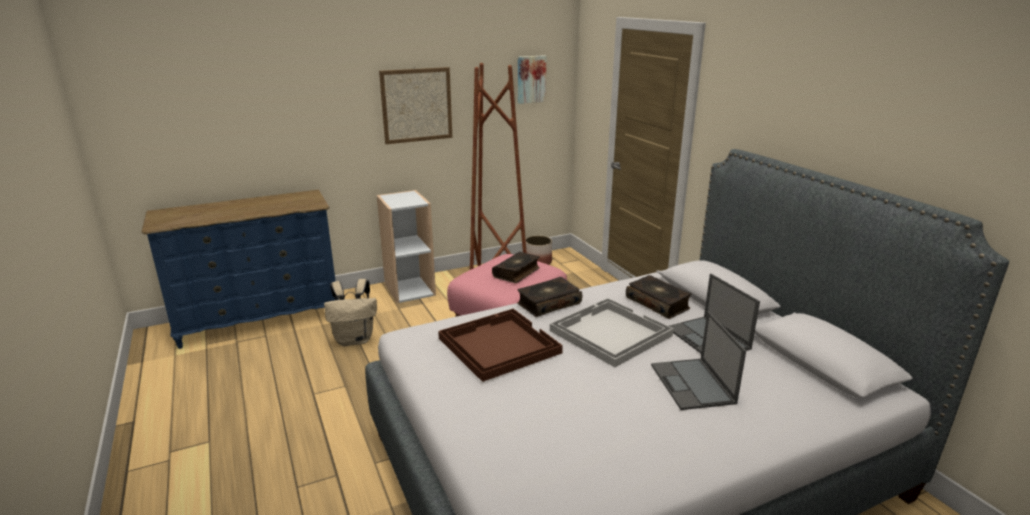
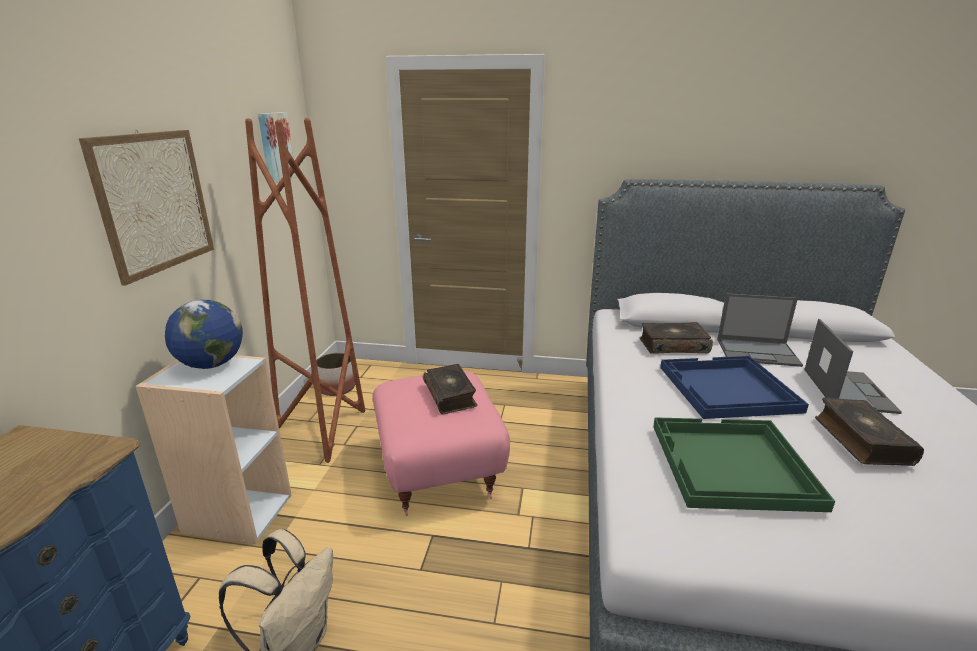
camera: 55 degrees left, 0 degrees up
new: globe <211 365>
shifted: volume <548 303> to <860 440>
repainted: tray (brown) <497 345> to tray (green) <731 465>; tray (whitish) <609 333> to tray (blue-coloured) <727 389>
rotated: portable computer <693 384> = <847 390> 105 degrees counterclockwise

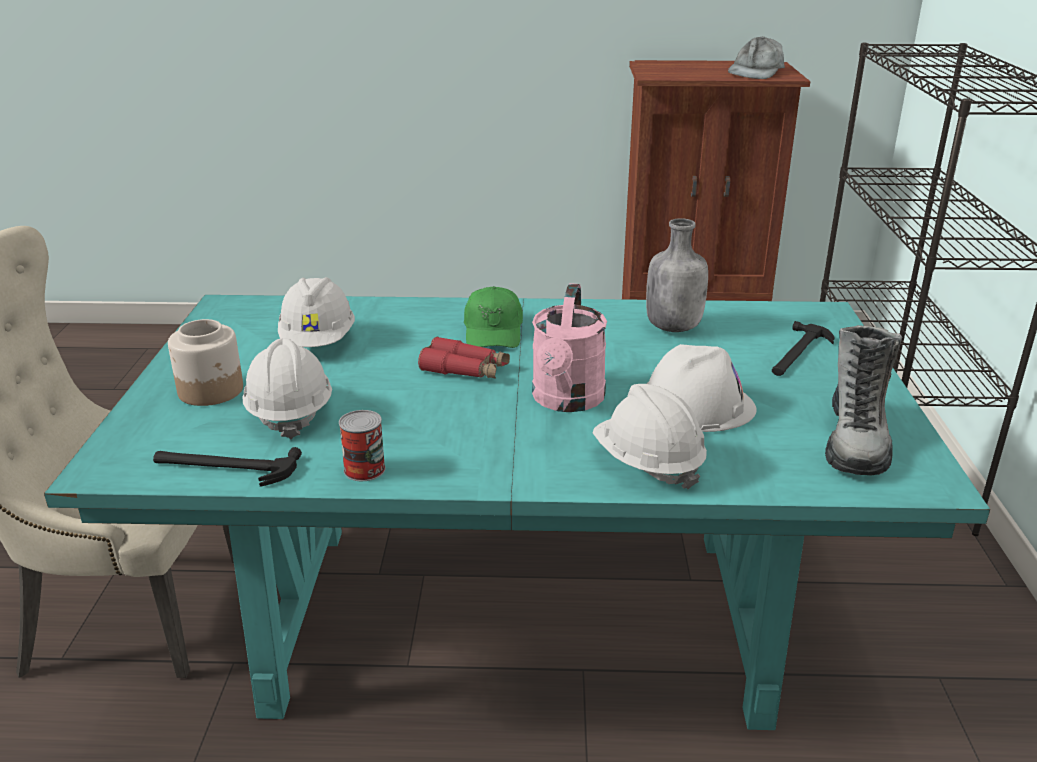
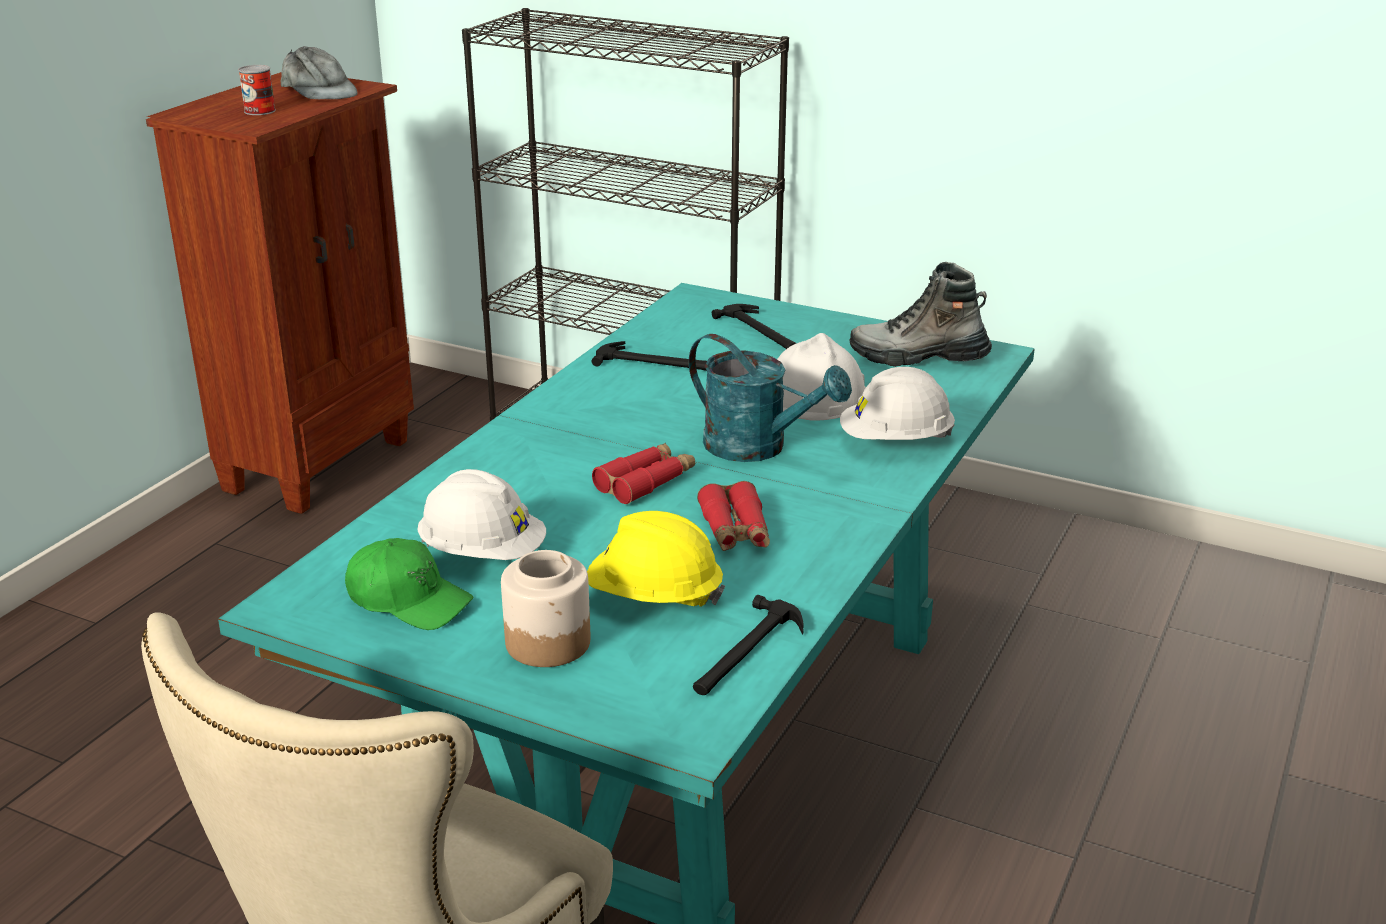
camera: 65 degrees left, 0 degrees up
new: binoculars (reddish) <735 530>
shifted: metal can <364 469> to <260 111>; peaked cap (green) <493 332> to <408 600>
swapped: beverage bottle (greyish) <674 327> to tool hammer <655 363>
repainted: safety helmet (whitish) <290 413> to safety helmet (yellowish) <654 597>; sprinkling can (pink) <567 401> to sprinkling can (turquoise-coloured) <758 448>
rotated: tall boot <855 440> = <918 357> 150 degrees clockwise

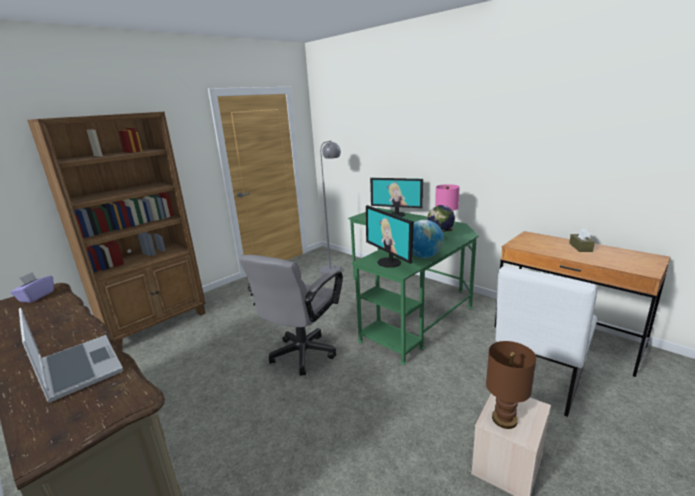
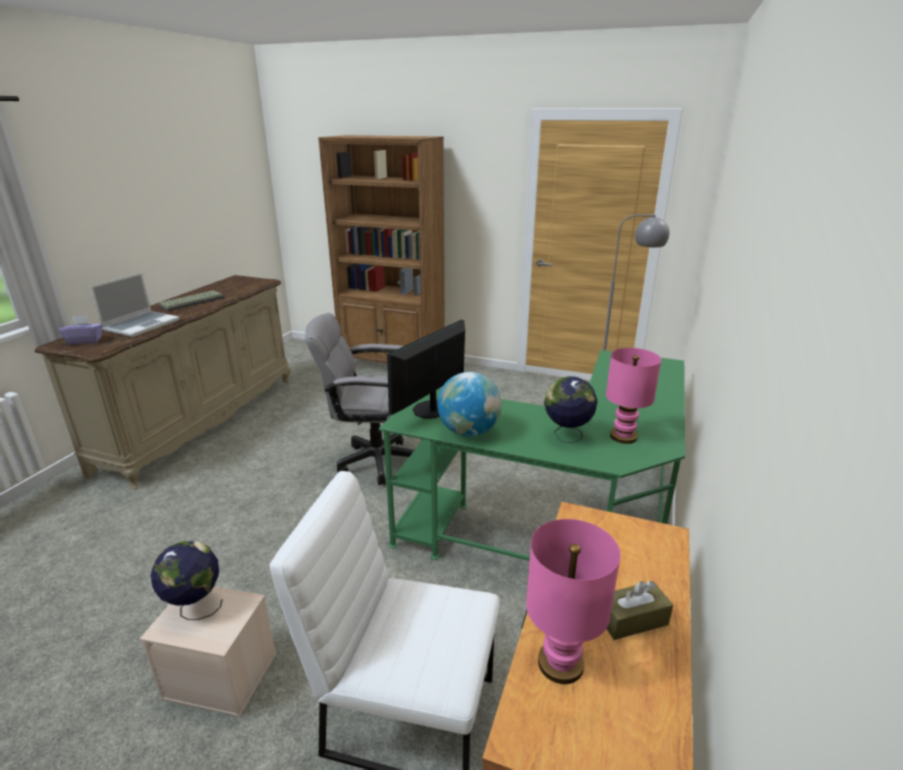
camera: 65 degrees right, 5 degrees up
gone: computer screen <396 214>
new: PC keyboard <192 301>; table lamp (pink) <561 664>
shifted: box of tissues (purple-coloured) <36 296> to <85 341>
swapped: table lamp (brown) <505 420> to globe <195 607>

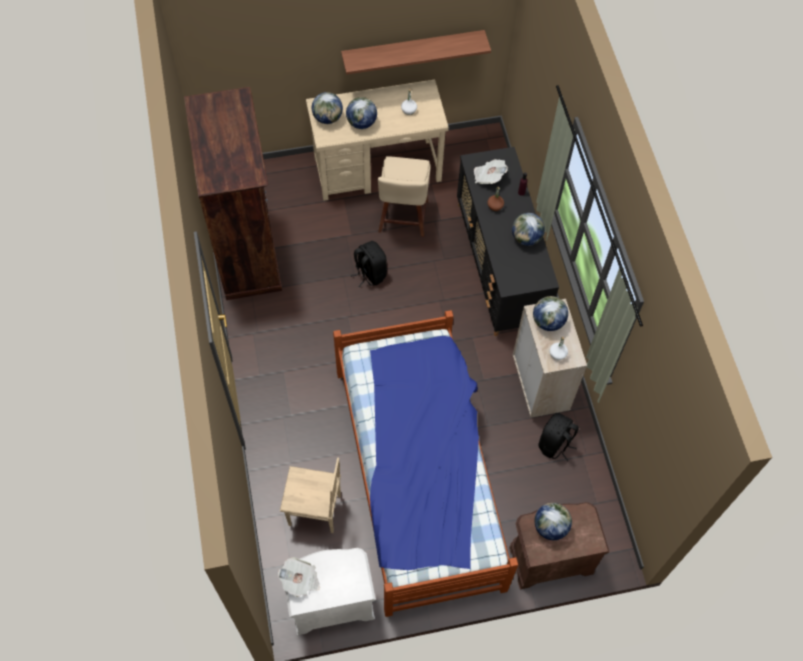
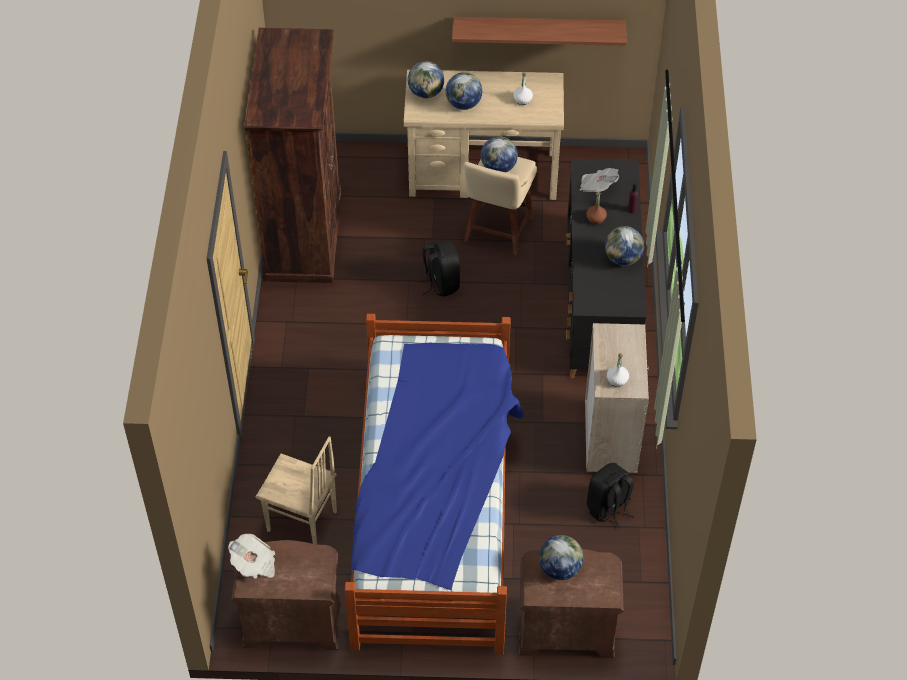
camera: 15 degrees right, 10 degrees down
shifted: globe <548 322> to <498 168>
repainted: nightstand (whitish) <330 600> to nightstand (brown) <292 619>

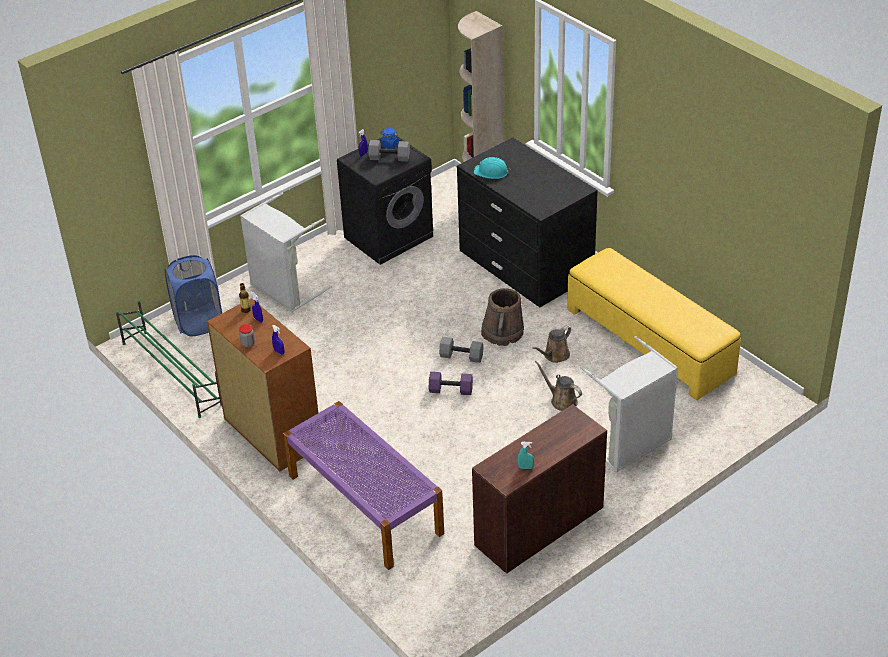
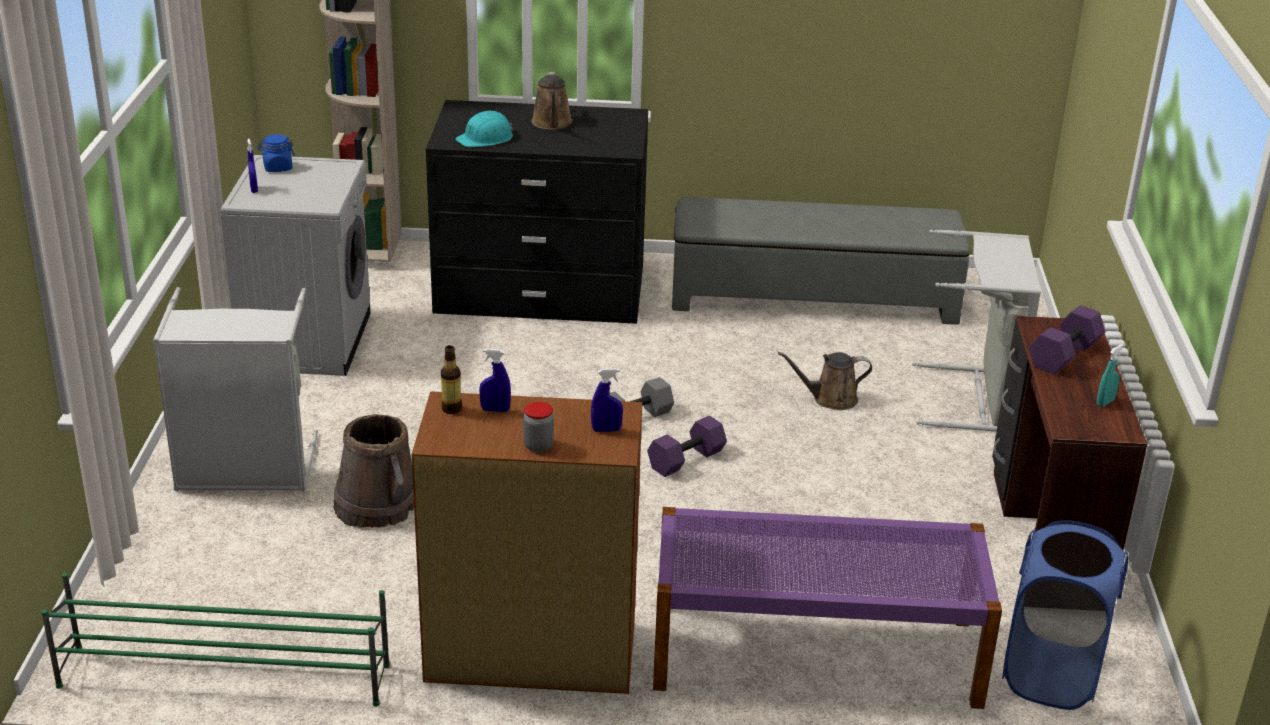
camera: 50 degrees left, 10 degrees down
gone: dumbbell (greyish) <390 157>
new: dumbbell (purple-coloured) <1063 354>
shifted: washing basket (blue-coloured) <198 322> to <1051 675>; bucket (brown) <502 332> to <376 505>; sprinkling can (brown) <555 356> to <552 123>
repainted: laundry appliance (black-coloured) <390 238> to laundry appliance (whitish) <310 341>; bench (yellowish) <650 341> to bench (greyish) <814 296>

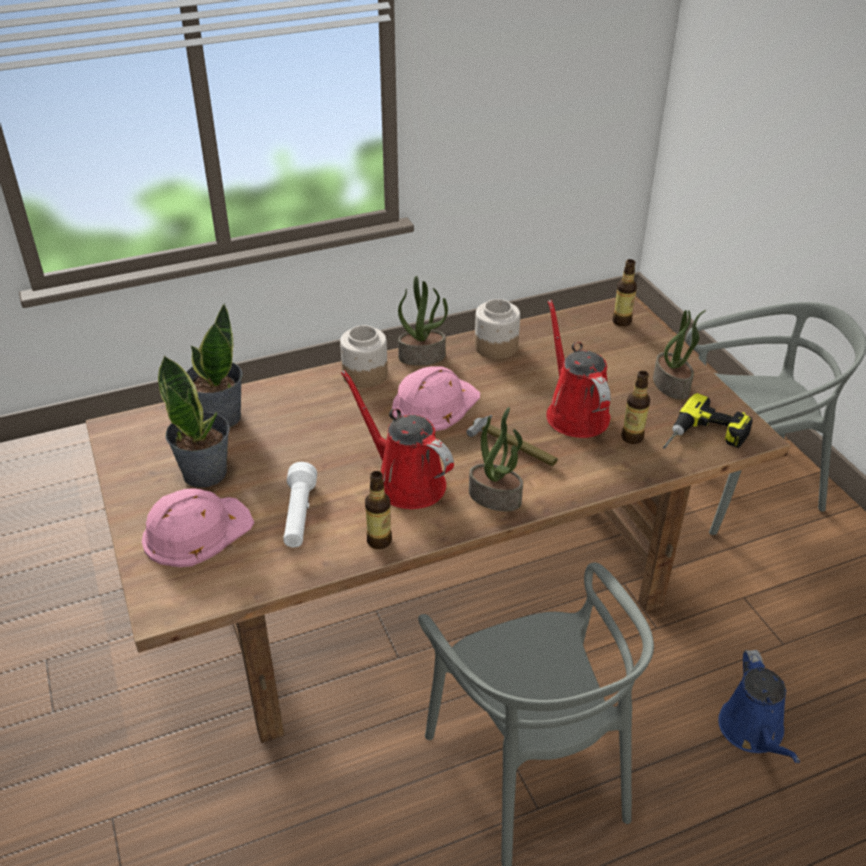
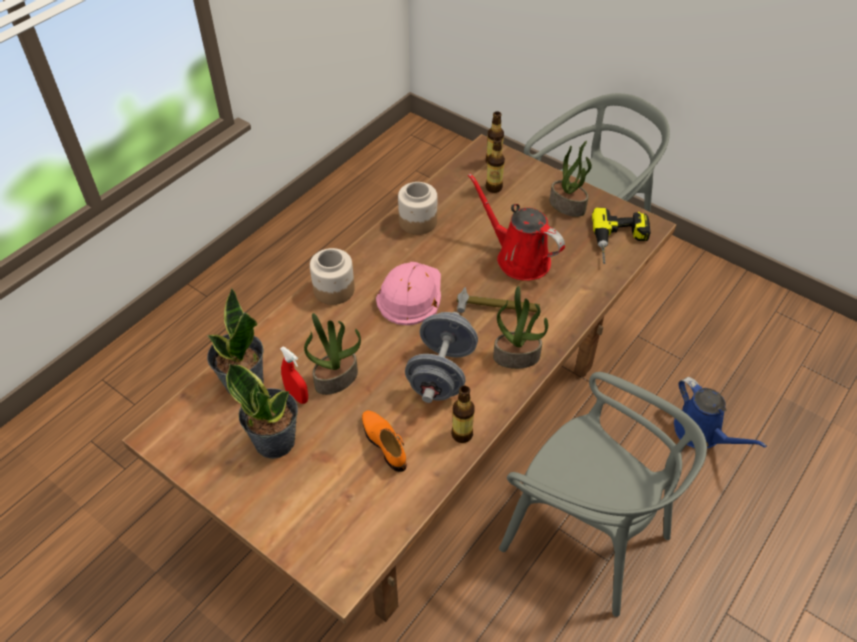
camera: 30 degrees left, 10 degrees up
gone: safety helmet (pink) <196 531>
new: spray bottle (reddish) <297 396>
shifted: houseplant <422 356> to <336 378>; beverage bottle <632 437> to <494 188>
swapped: flashlight (whitish) <299 516> to low shoe (orange) <384 443>; sprinkling can (reddish) <405 481> to dumbbell (greyish) <441 373>

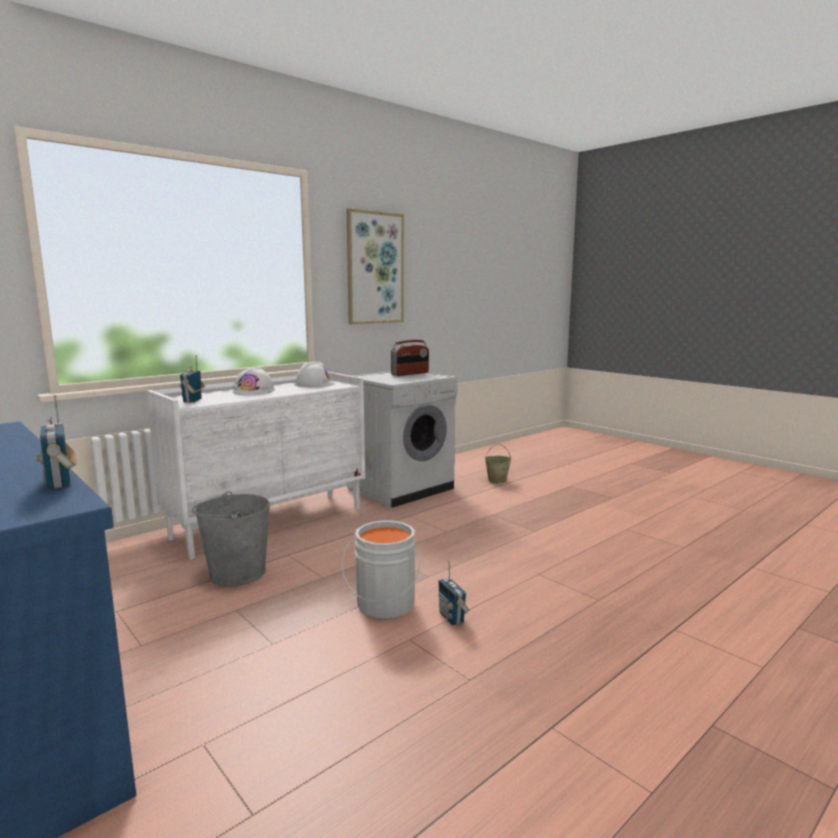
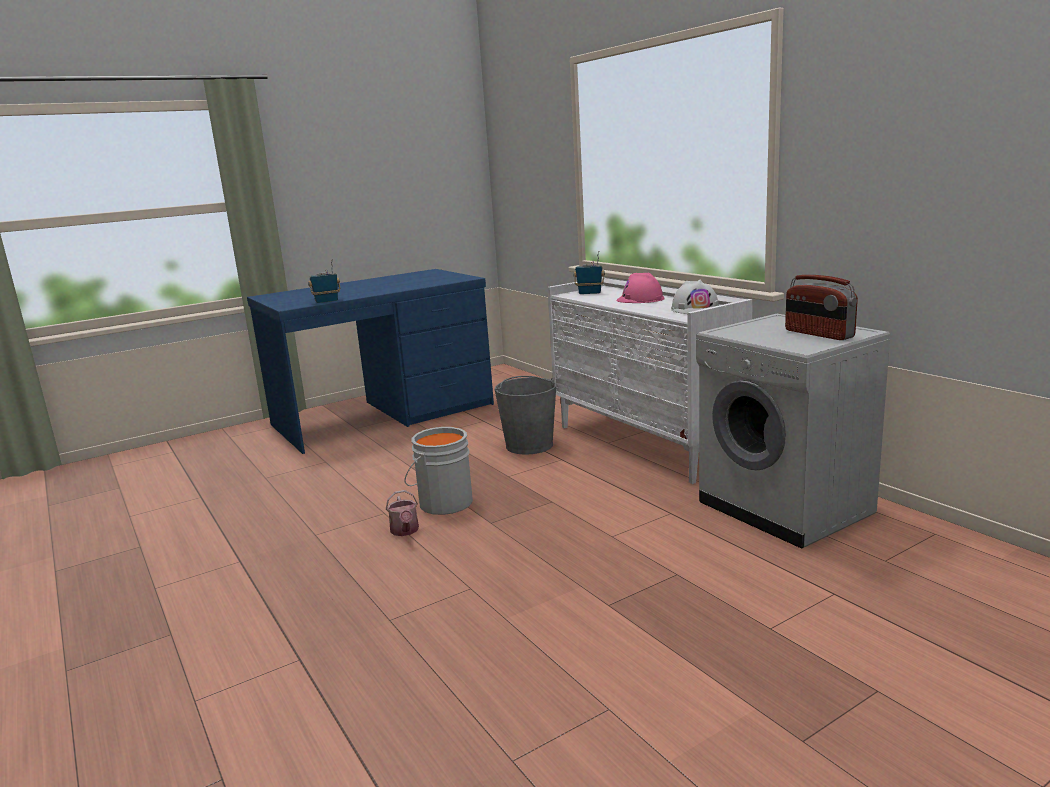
camera: 100 degrees right, 5 degrees up
gone: picture <375 268>; bucket (beige-coloured) <497 480>
swapped: radio <452 618> to sprinkling can <405 531>
repainted: safety helmet (whitish) <253 391> to safety helmet (pink) <640 299>

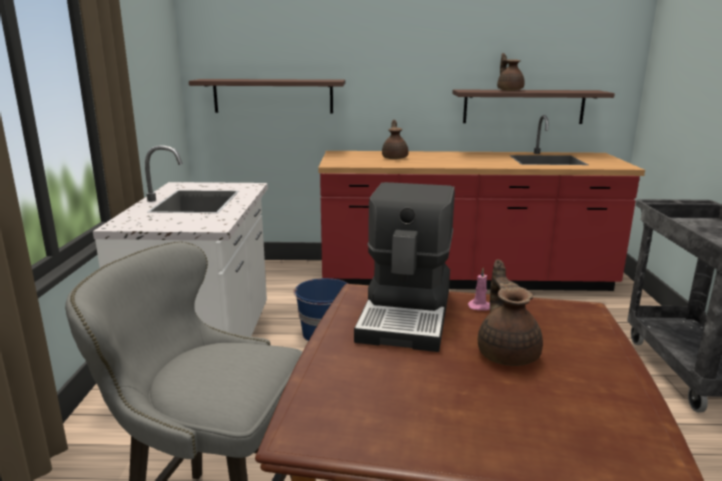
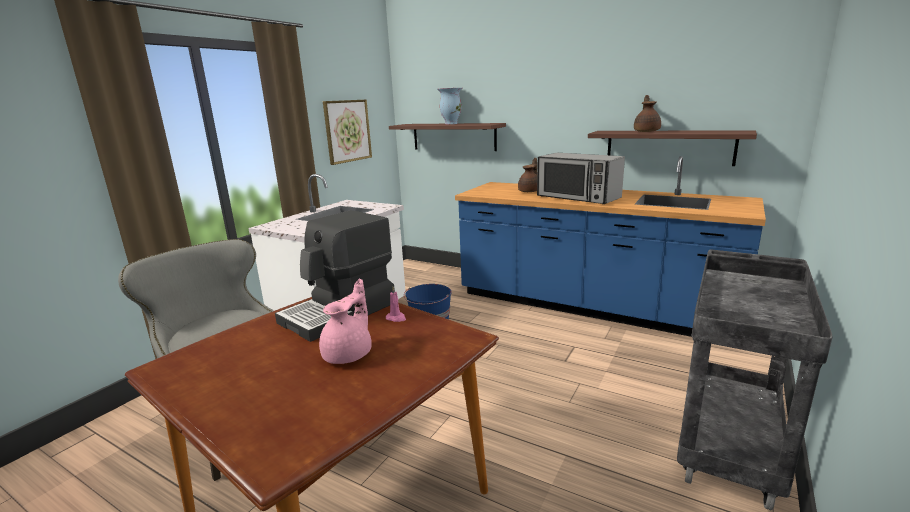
camera: 30 degrees right, 0 degrees up
new: picture <347 131>; vase <451 123>; microwave <578 197>
repainted: kitchen counter (reddish) <464 279> to kitchen counter (blue-coloured) <590 306>; teapot (brown) <507 353> to teapot (pink) <349 354>

